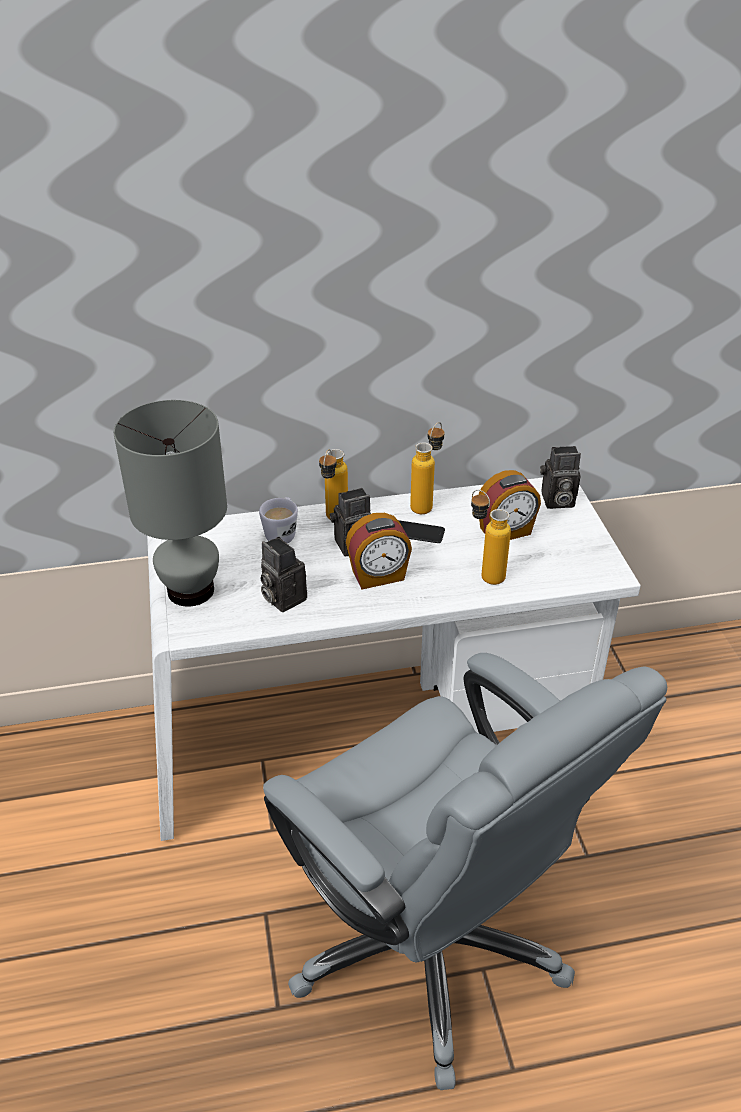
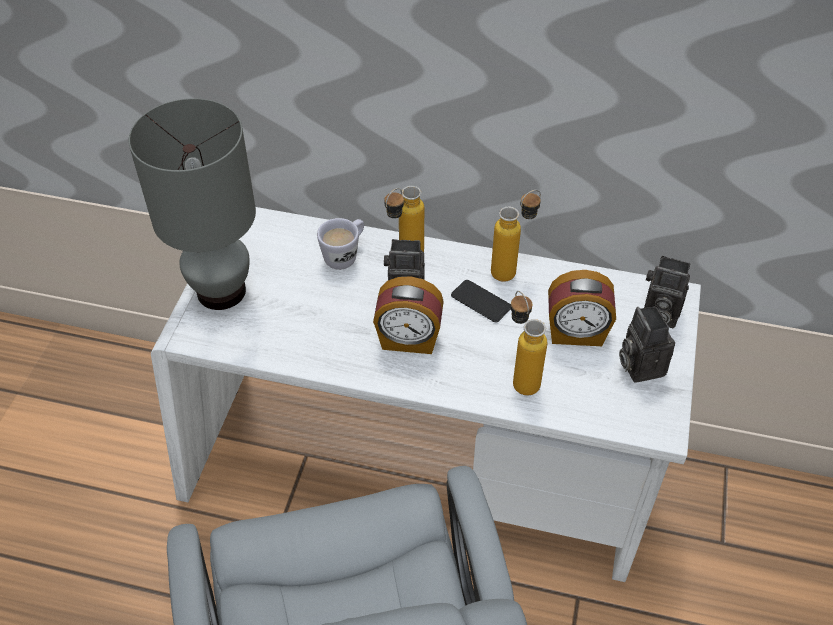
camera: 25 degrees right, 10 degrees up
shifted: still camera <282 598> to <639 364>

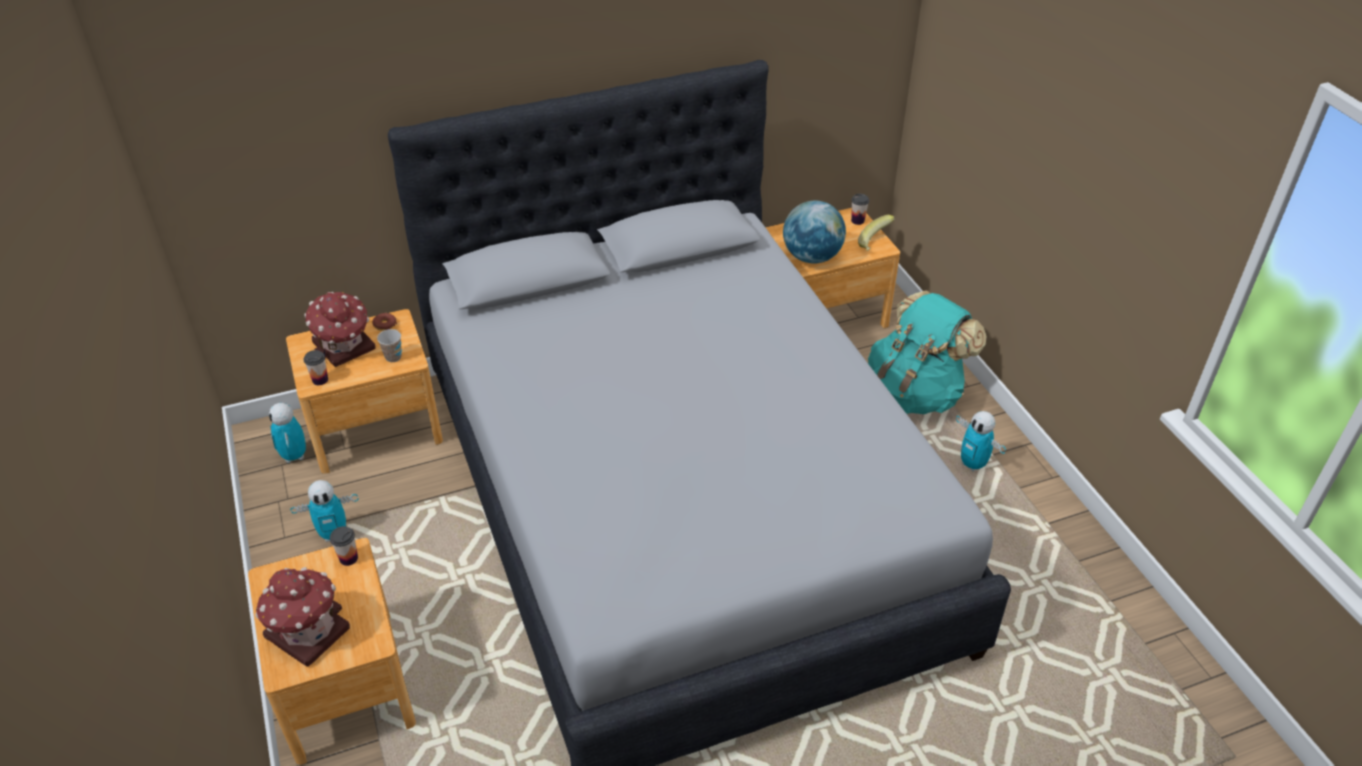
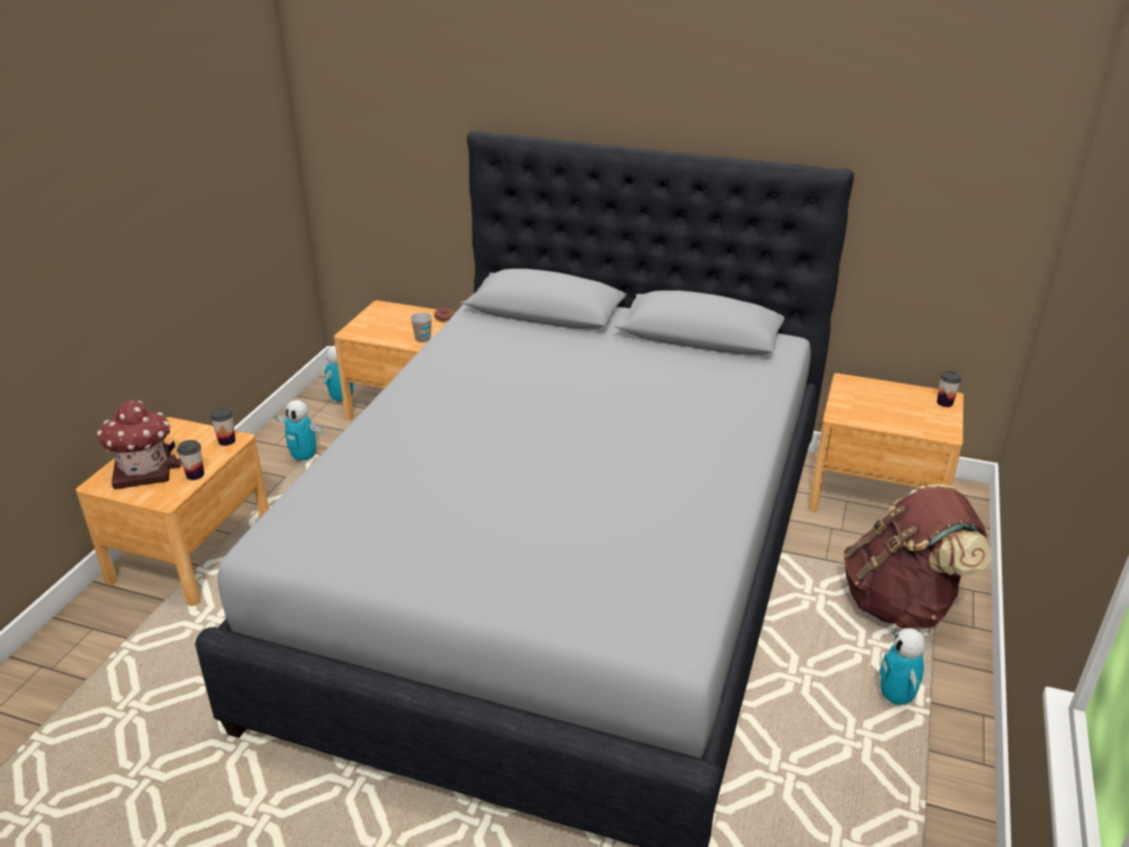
camera: 40 degrees right, 10 degrees down
gone: miniature house <344 347>; globe <812 257>; whole banana <875 243>
shifted: small cup <320 380> to <195 475>
repainted: knapsack (turquoise-coloured) <915 393> to knapsack (brown) <901 603>

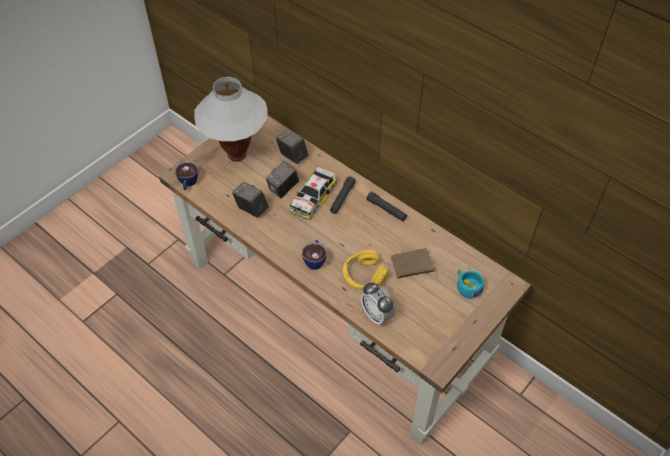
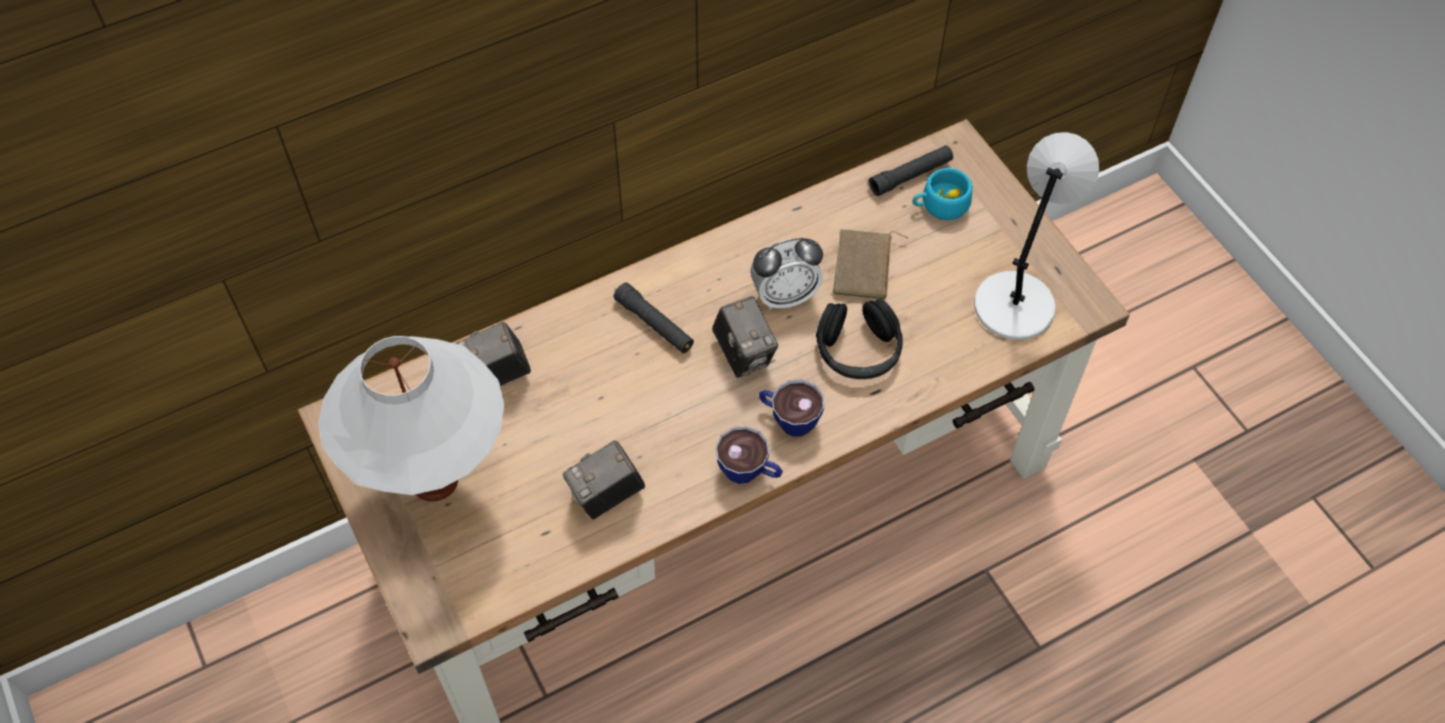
camera: 70 degrees left, 5 degrees up
gone: miniature car <312 198>
new: table lamp (greyish) <1016 302>
shifted: small cup <188 184> to <749 472>; still camera <283 189> to <744 354>; bedside clock <377 315> to <784 296>; flashlight (black-coloured) <386 209> to <911 175>
repainted: headphones (yellowish) <364 276> to headphones (black-coloured) <858 350>

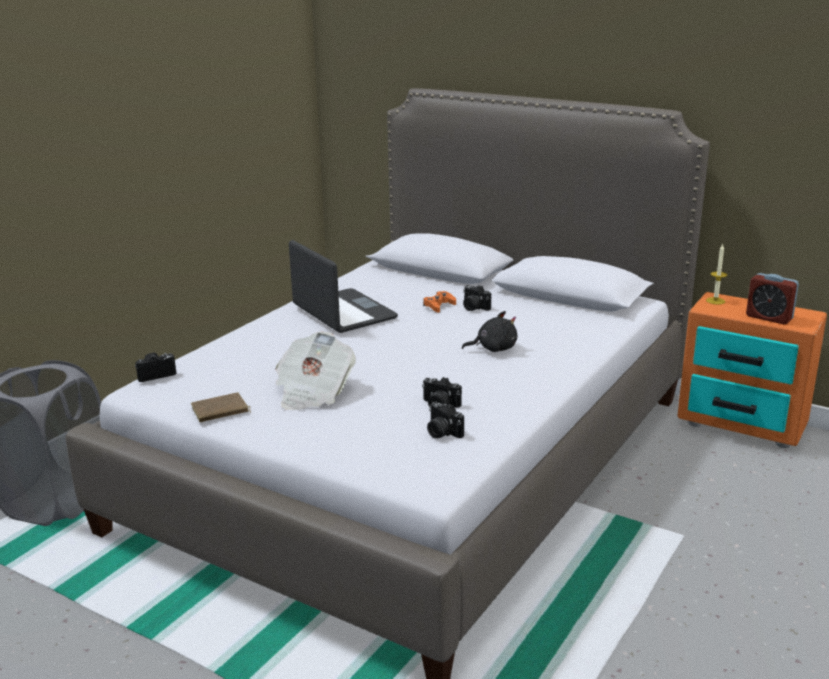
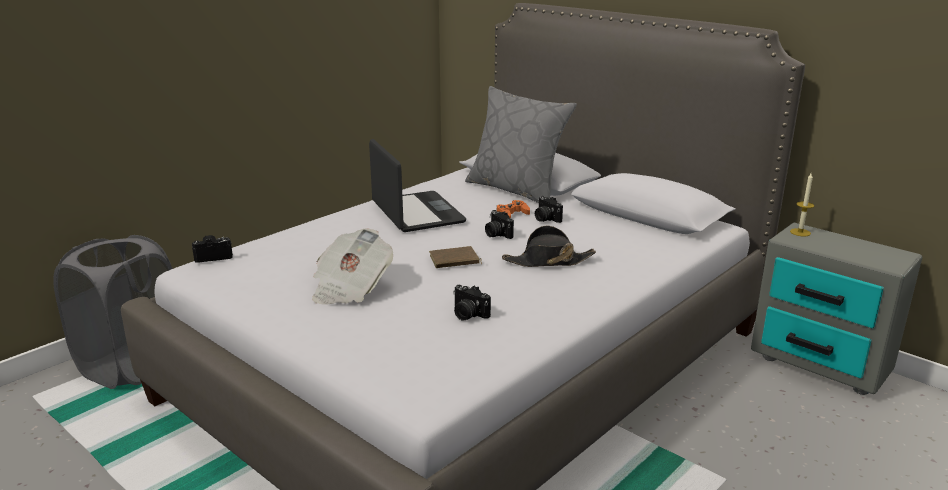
camera: 10 degrees right, 0 degrees up
gone: bedside clock <769 318>
new: pillow (greyish) <516 190>
shifted: volume (brown) <220 411> to <454 261>; still camera <442 432> to <497 234>
swapped: soft toy (black-coloured) <493 349> to clothing hat (black-coloured) <548 261>
repainted: nightstand (orange) <741 428> to nightstand (greyish) <818 368>

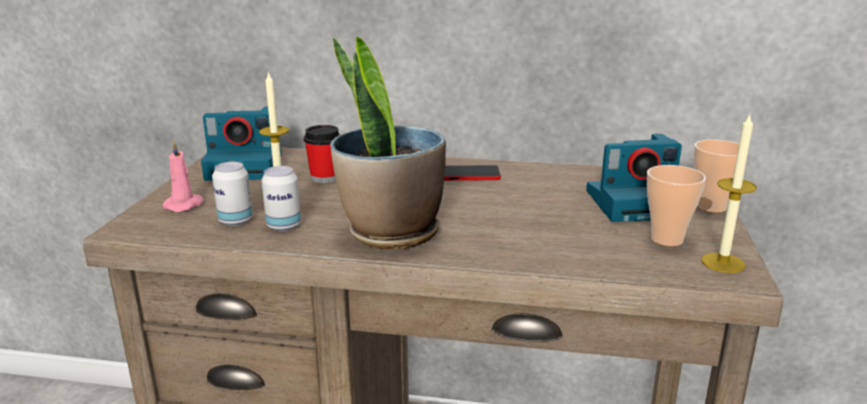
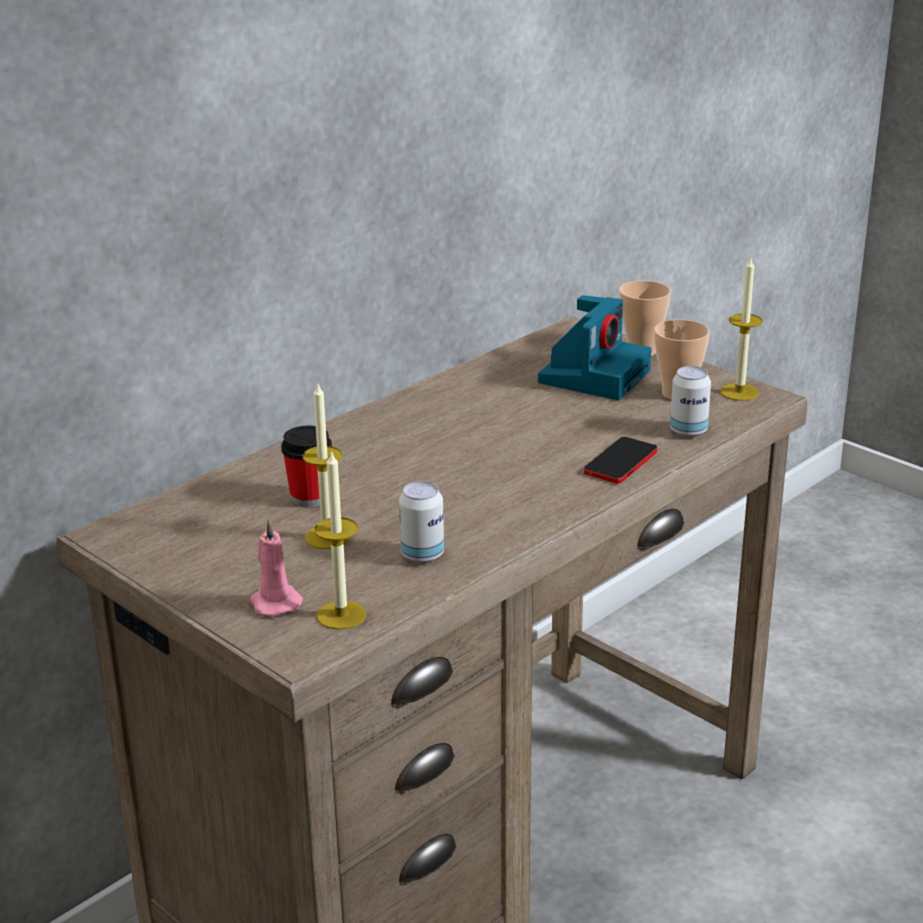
camera: 55 degrees left, 5 degrees up
gone: still camera <247 167>; houseplant <391 233>
new: wax light <341 615>
shifted: metal can <235 221> to <688 431>; handset <468 174> to <620 462>

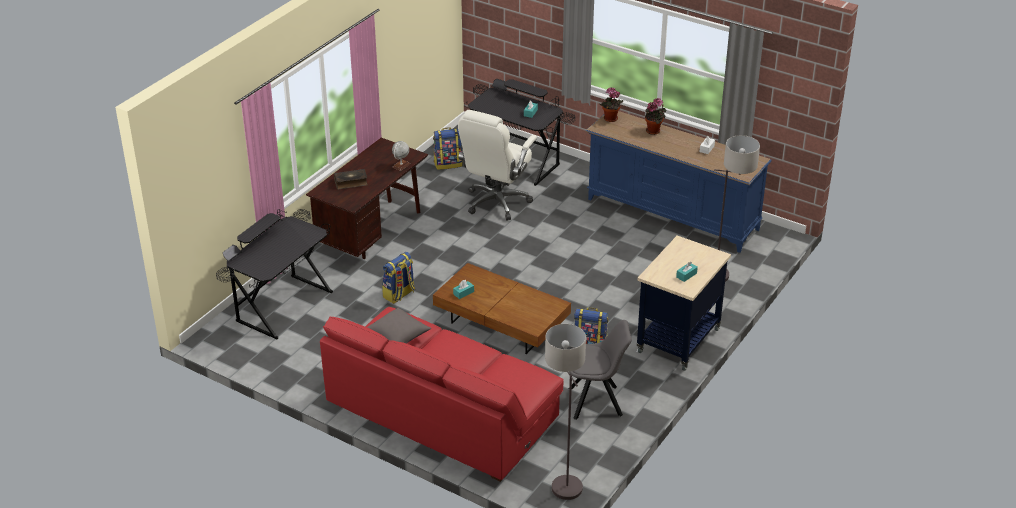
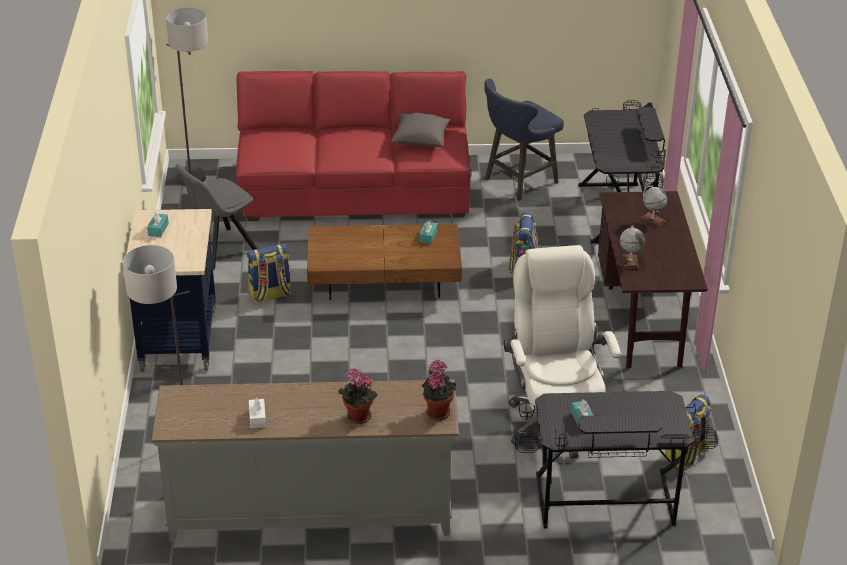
camera: 145 degrees right, 0 degrees up
new: sitting stool (blue-coloured) <518 182>
swapped: volume <351 182> to globe <652 220>
repainted: cabinet (blue-coloured) <672 215> to cabinet (greyish) <310 511>

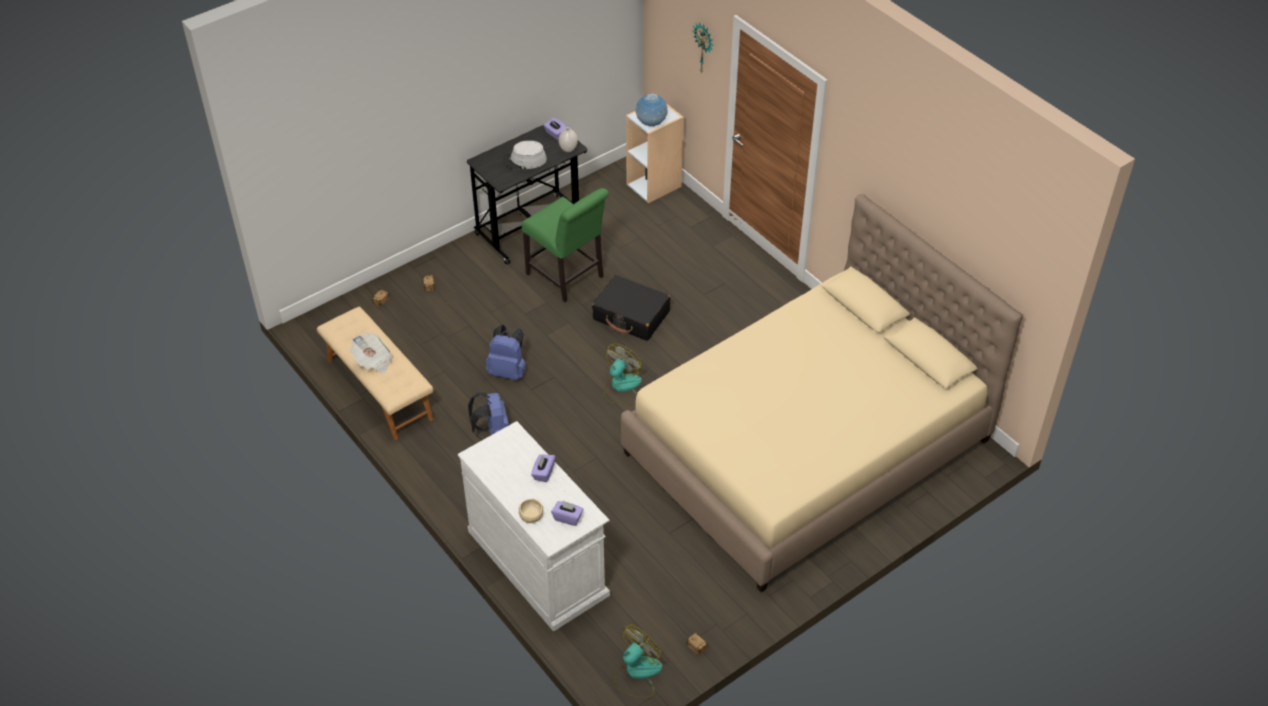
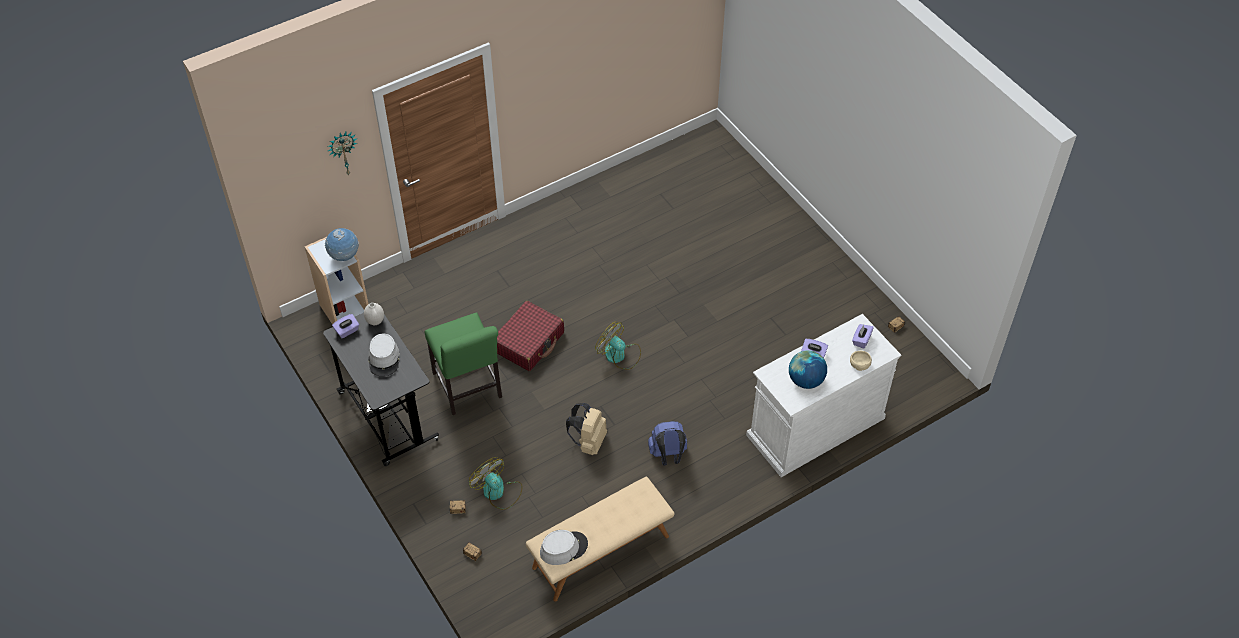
camera: 85 degrees left, 5 degrees up
gone: printed paper <373 361>; sleeping bed (beige-coloured) <807 446>
new: clothing hat (greyish) <563 548>; globe <805 380>
shifted: electric fan <637 673> to <498 492>
repainted: knapsack (blue-coloured) <508 371> to knapsack (beige-coloured) <588 442>; travel case (black-coloured) <631 316> to travel case (reddish) <529 342>
rotated: plain chair (green) <567 278> = <468 389> 105 degrees clockwise

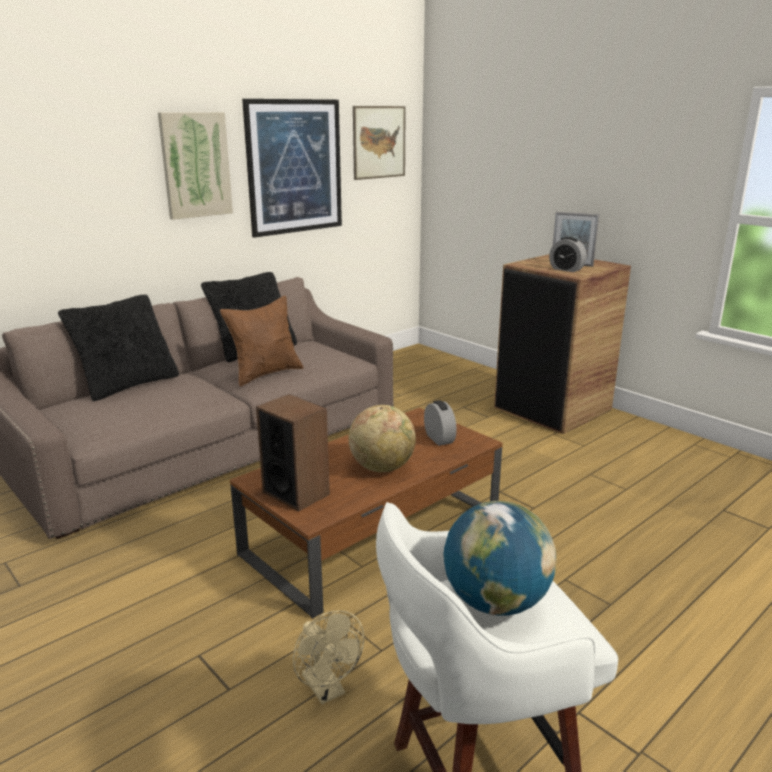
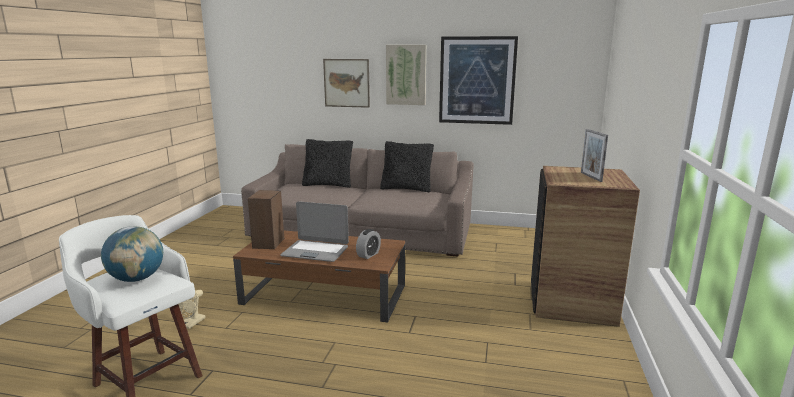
camera: 55 degrees right, 5 degrees down
gone: pillow (brown) <265 374>; bedside clock <566 269>
shifted: picture <379 142> to <346 83>
swapped: globe <382 467> to portable computer <315 251>

